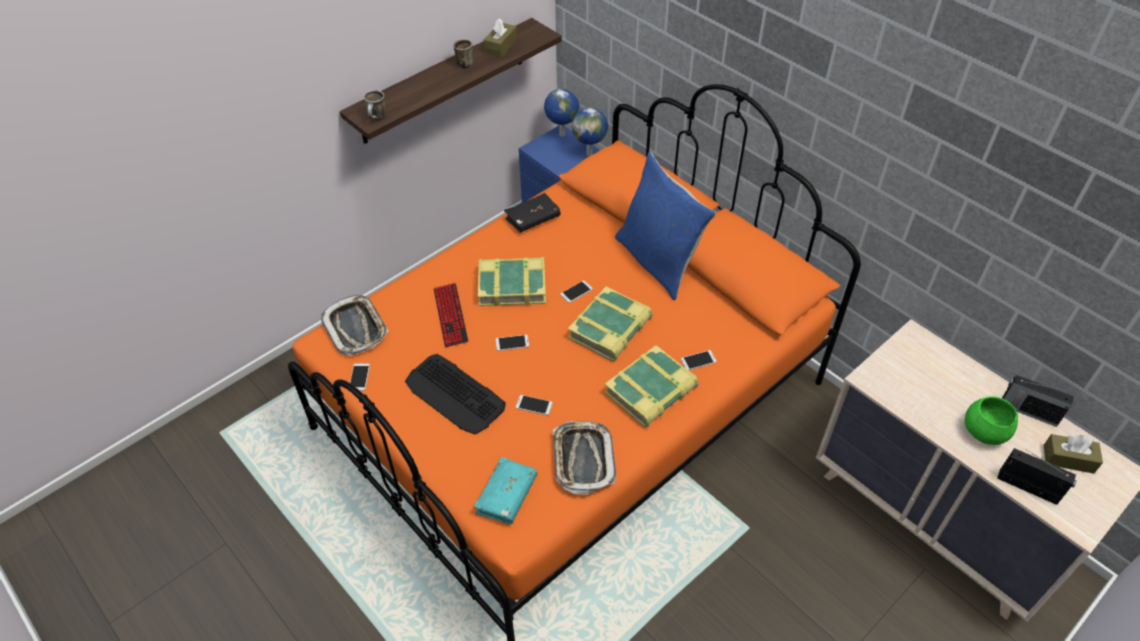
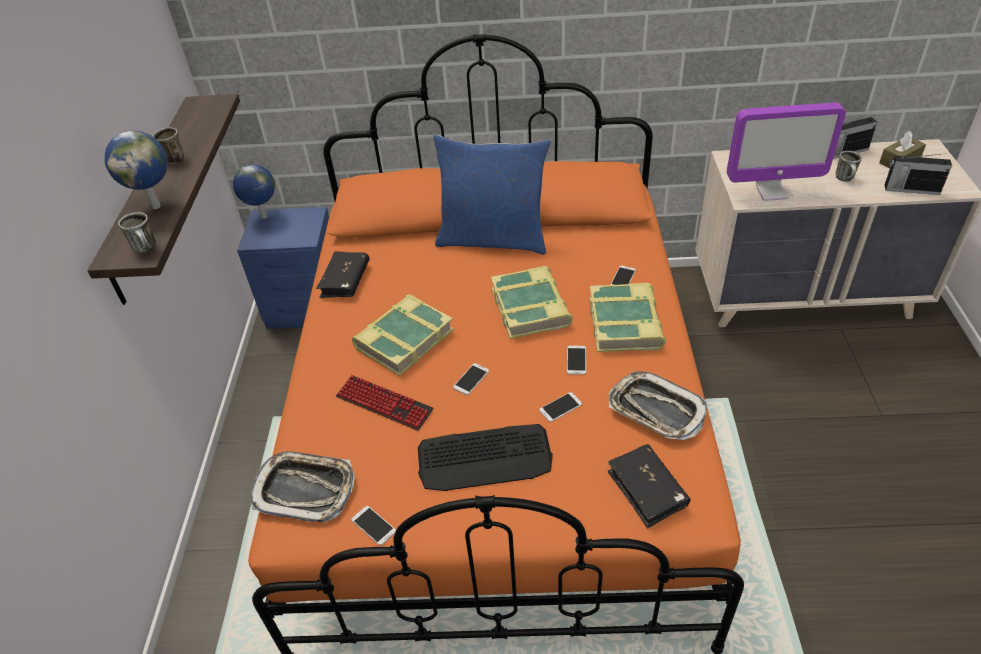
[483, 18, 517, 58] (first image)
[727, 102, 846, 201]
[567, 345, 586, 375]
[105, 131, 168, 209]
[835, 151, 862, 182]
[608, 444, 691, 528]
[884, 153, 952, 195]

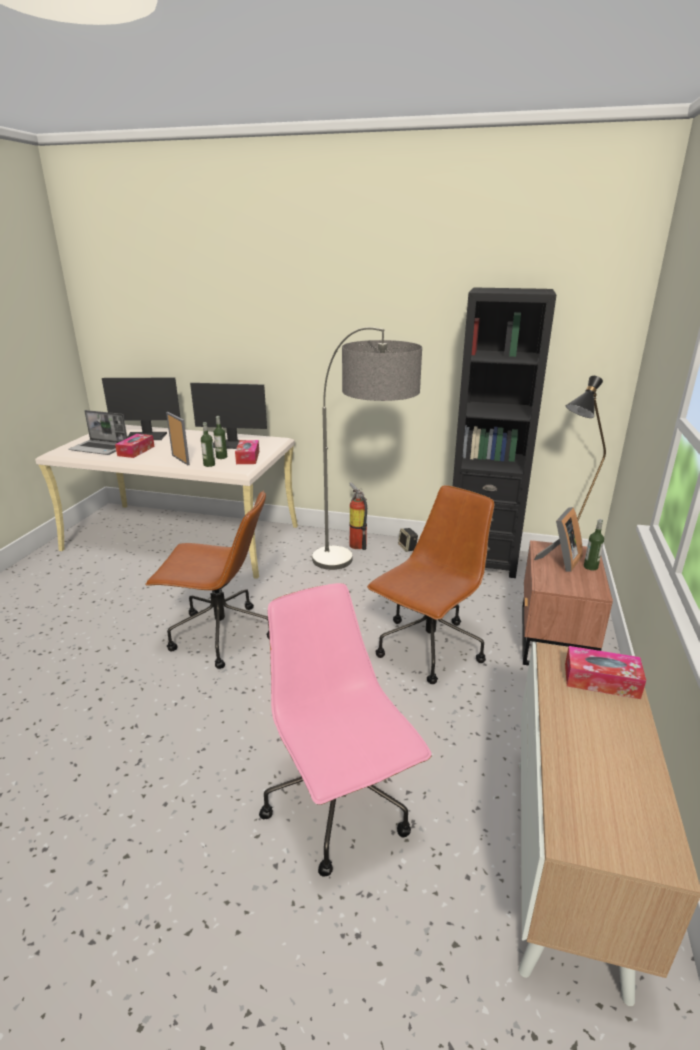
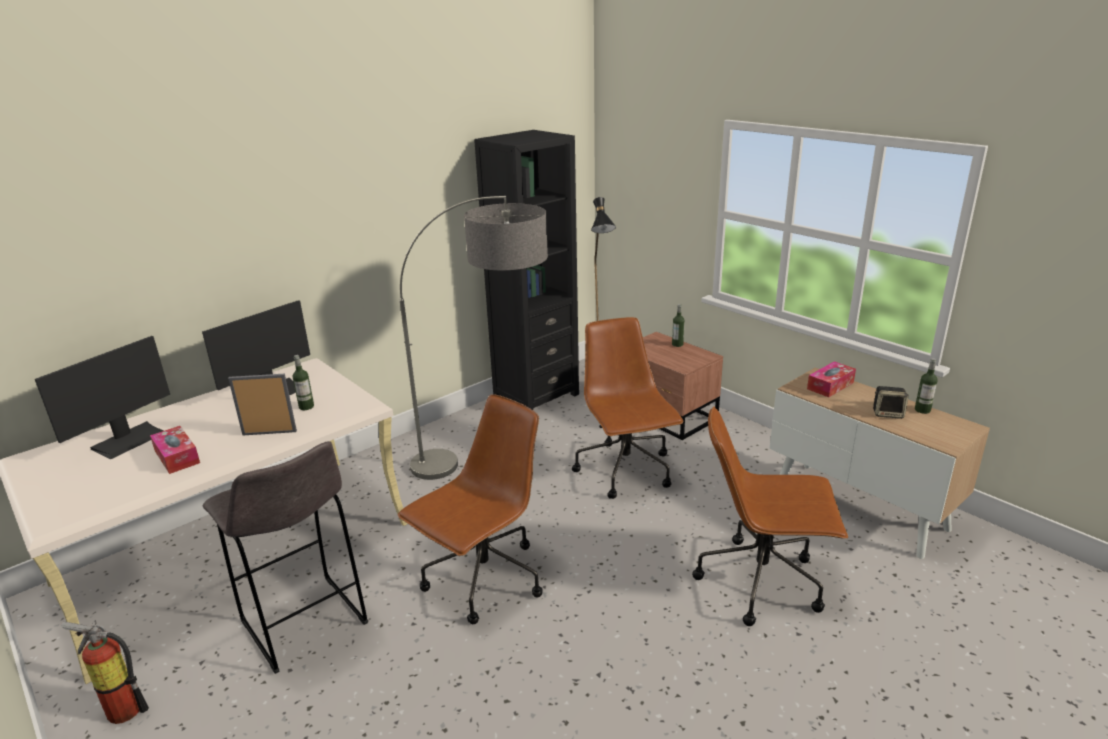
[68, 410, 127, 455] (first image)
[235, 440, 259, 464] (first image)
[534, 507, 583, 572] (first image)
[203, 441, 368, 674]
[915, 358, 938, 414]
[61, 621, 149, 724]
[873, 386, 909, 419]
[692, 407, 848, 626]

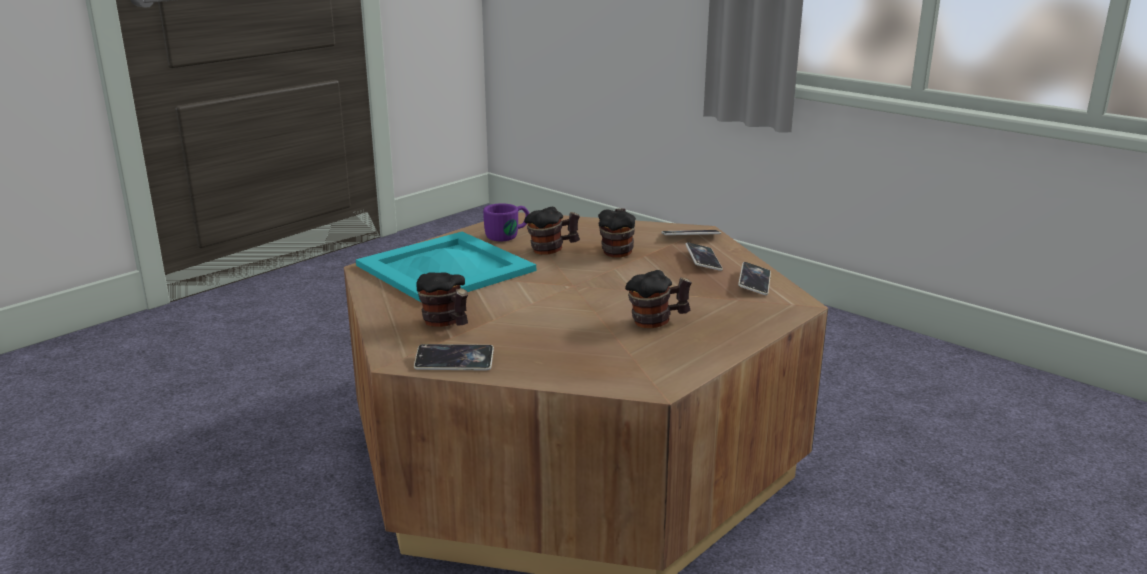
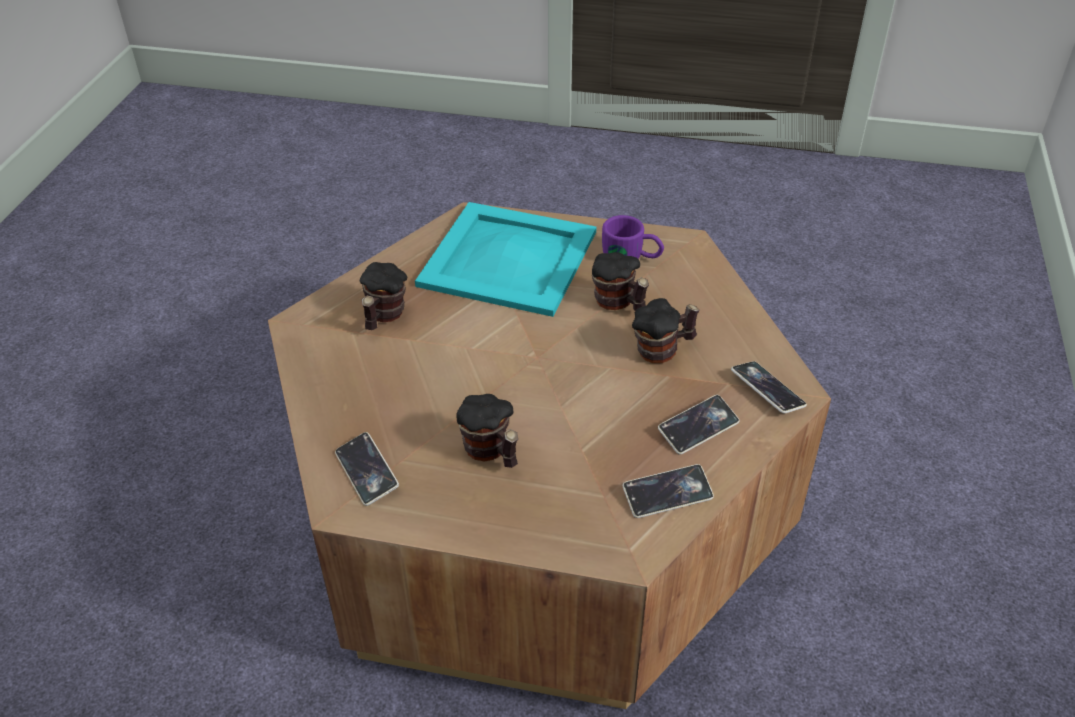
[335, 432, 399, 506]

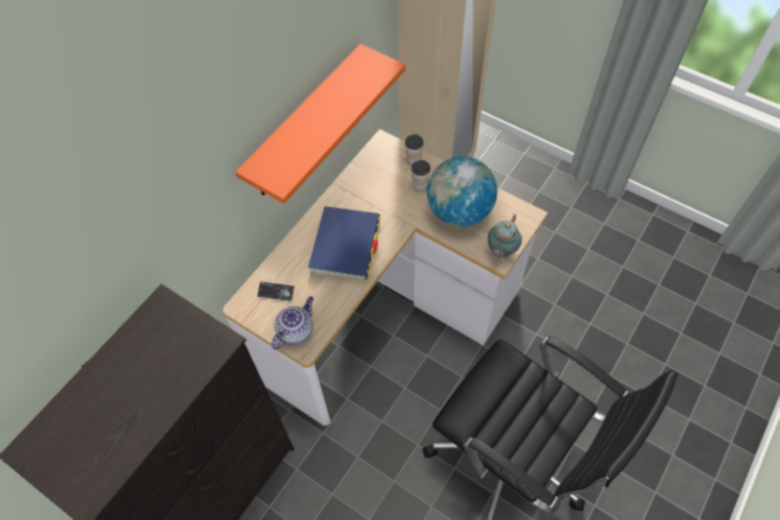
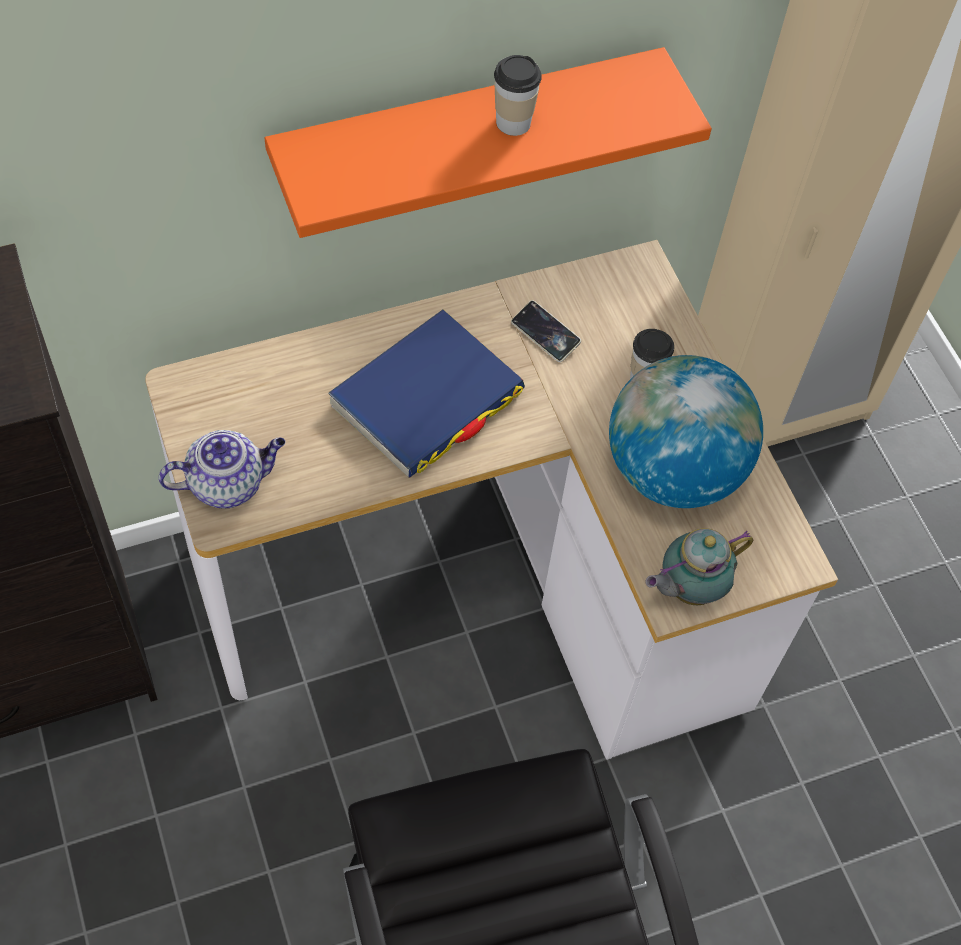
[511, 300, 581, 362]
[494, 55, 542, 136]

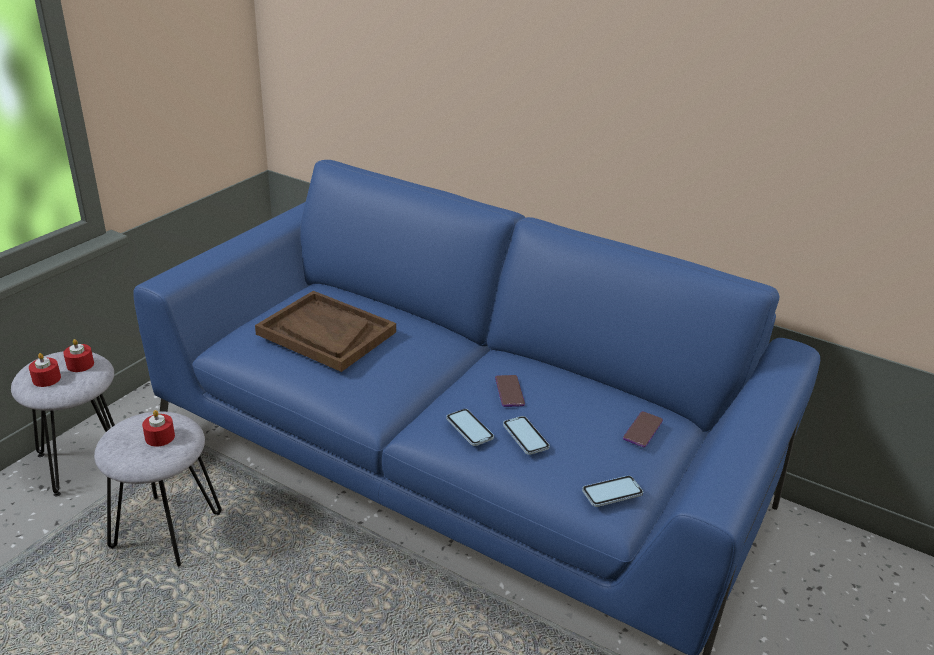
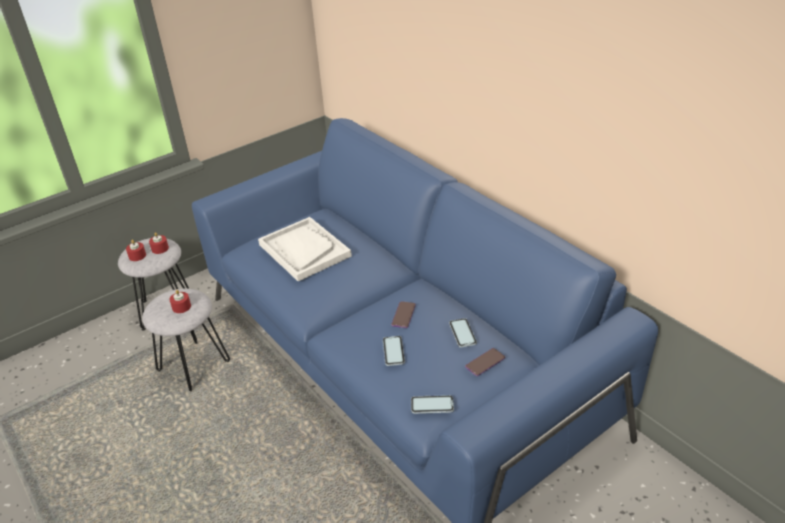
[449, 318, 477, 347]
[258, 217, 352, 281]

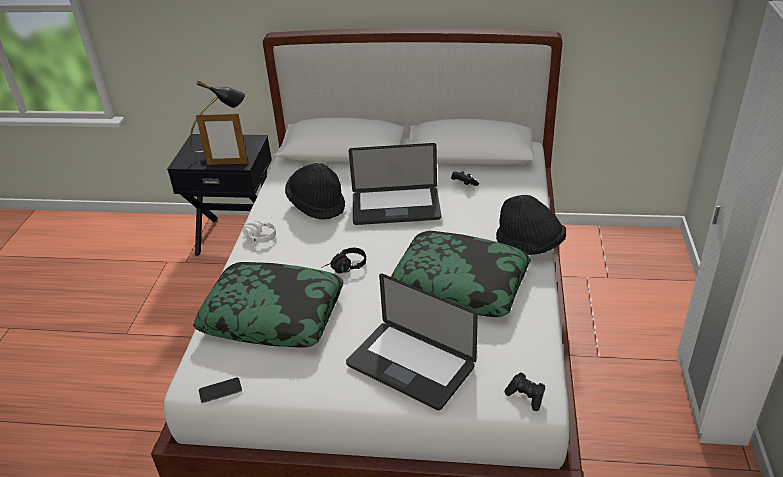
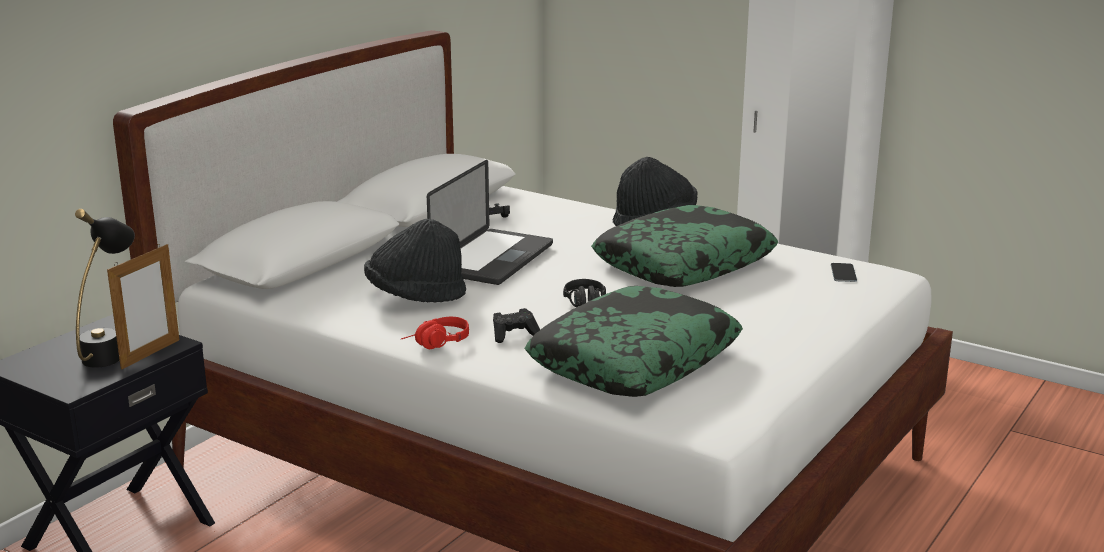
[346, 273, 478, 410] (first image)
[831, 263, 857, 282]
[493, 308, 540, 343]
[401, 317, 469, 349]

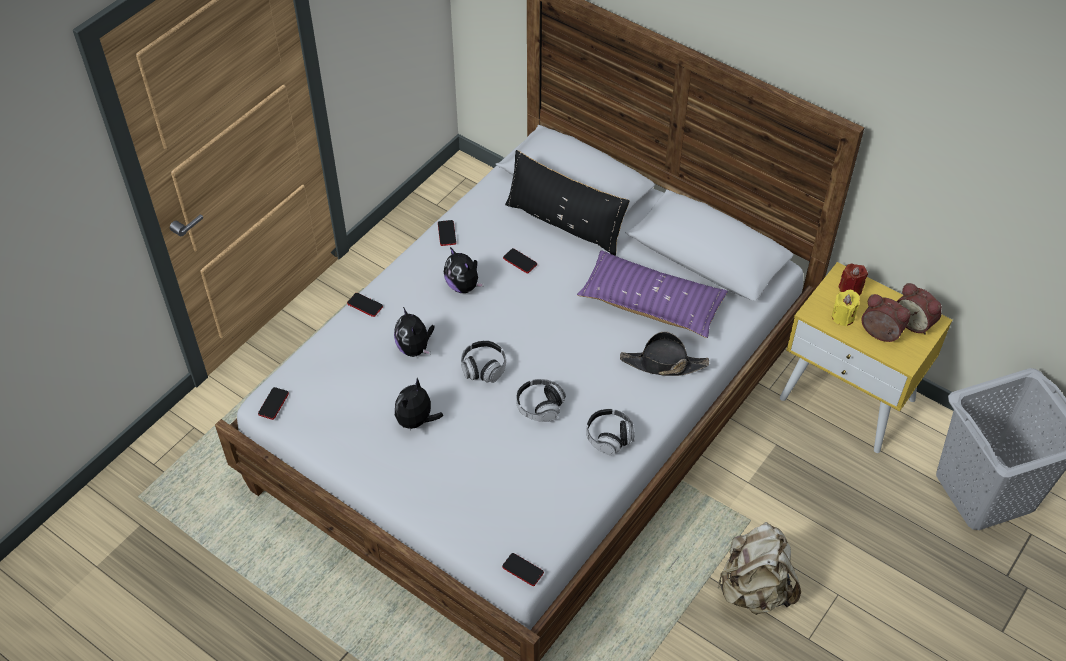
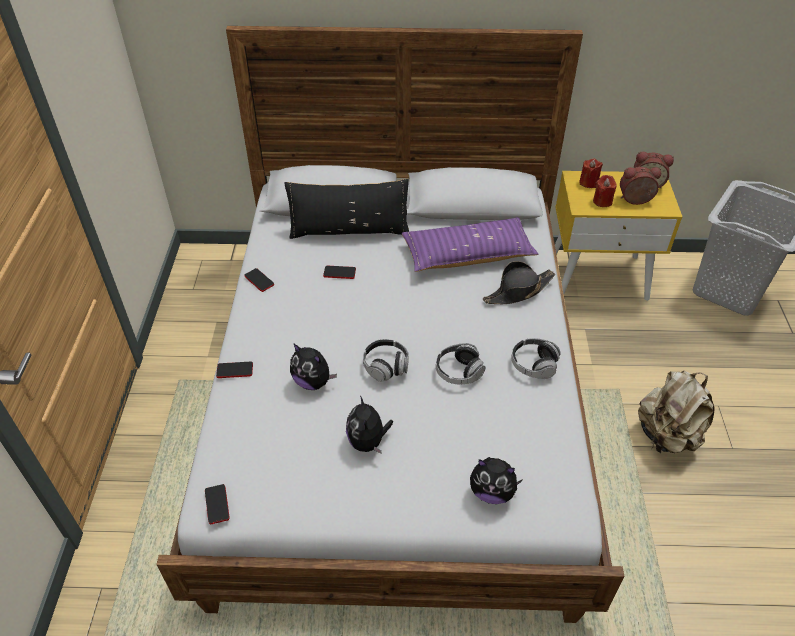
[502, 553, 544, 586] (first image)
[470, 457, 523, 504]
[593, 175, 617, 207]

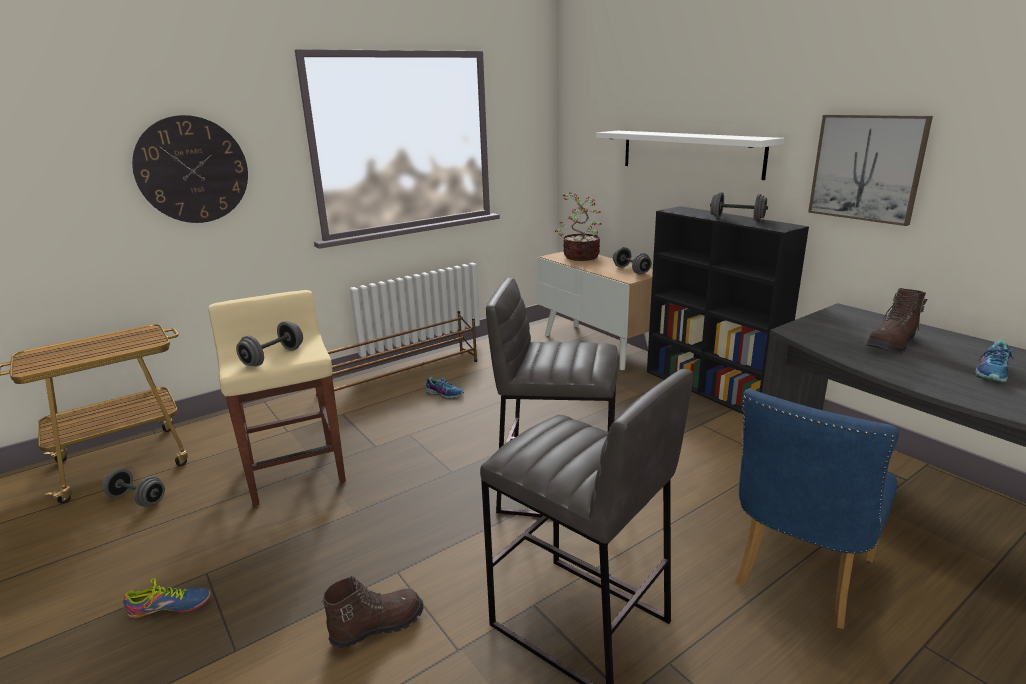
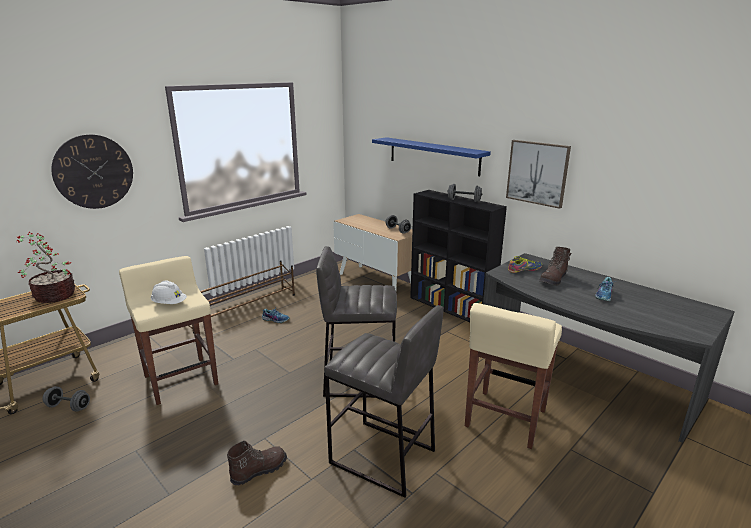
[508, 256, 542, 273]
[16, 231, 75, 303]
[151, 281, 187, 304]
[465, 303, 562, 449]
[372, 137, 491, 176]

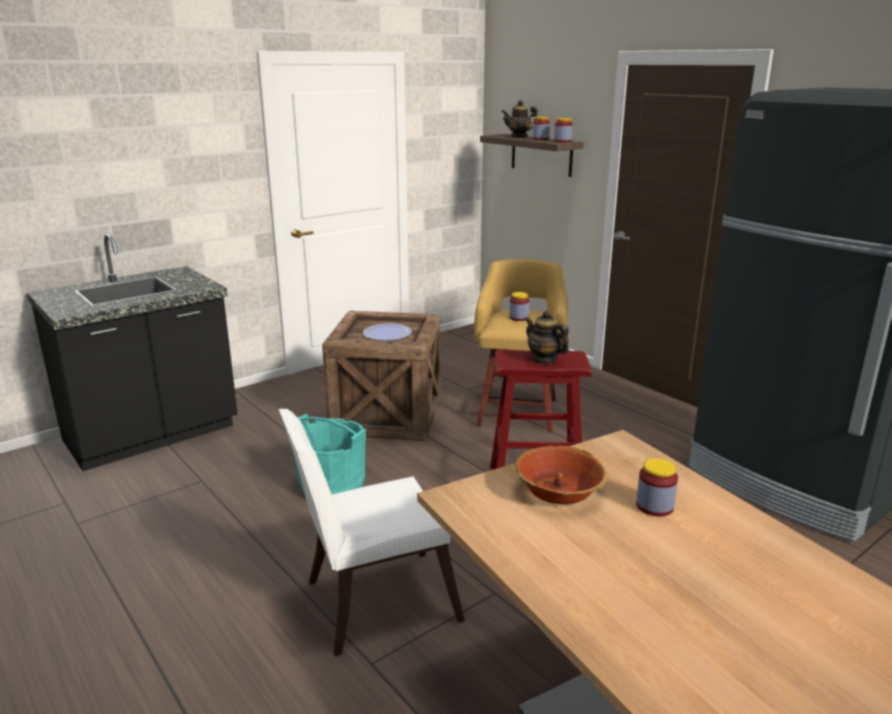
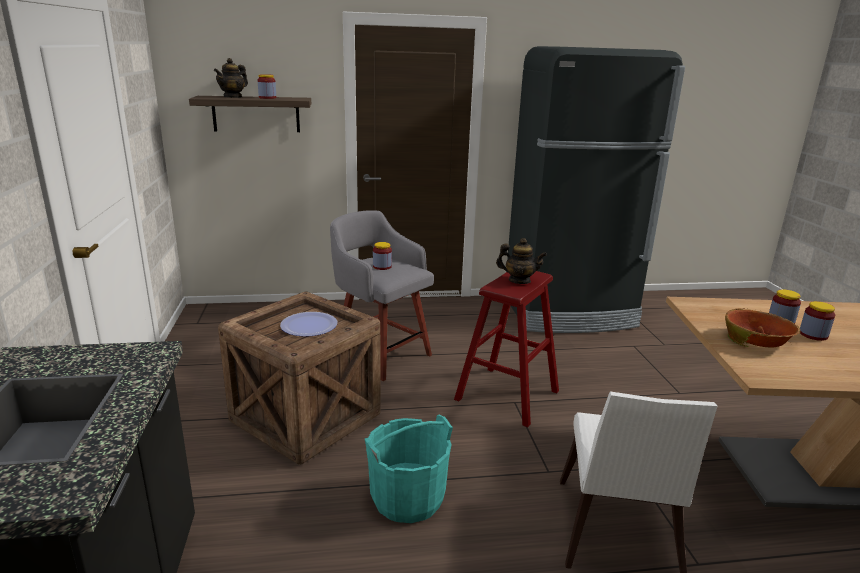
[800, 301, 835, 341]
[330, 210, 434, 381]
[496, 238, 547, 284]

